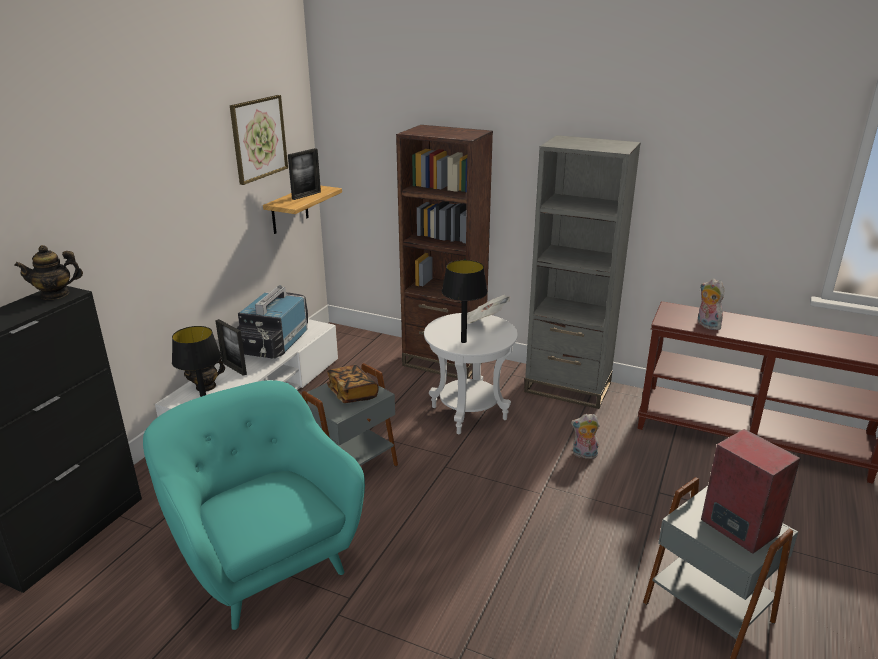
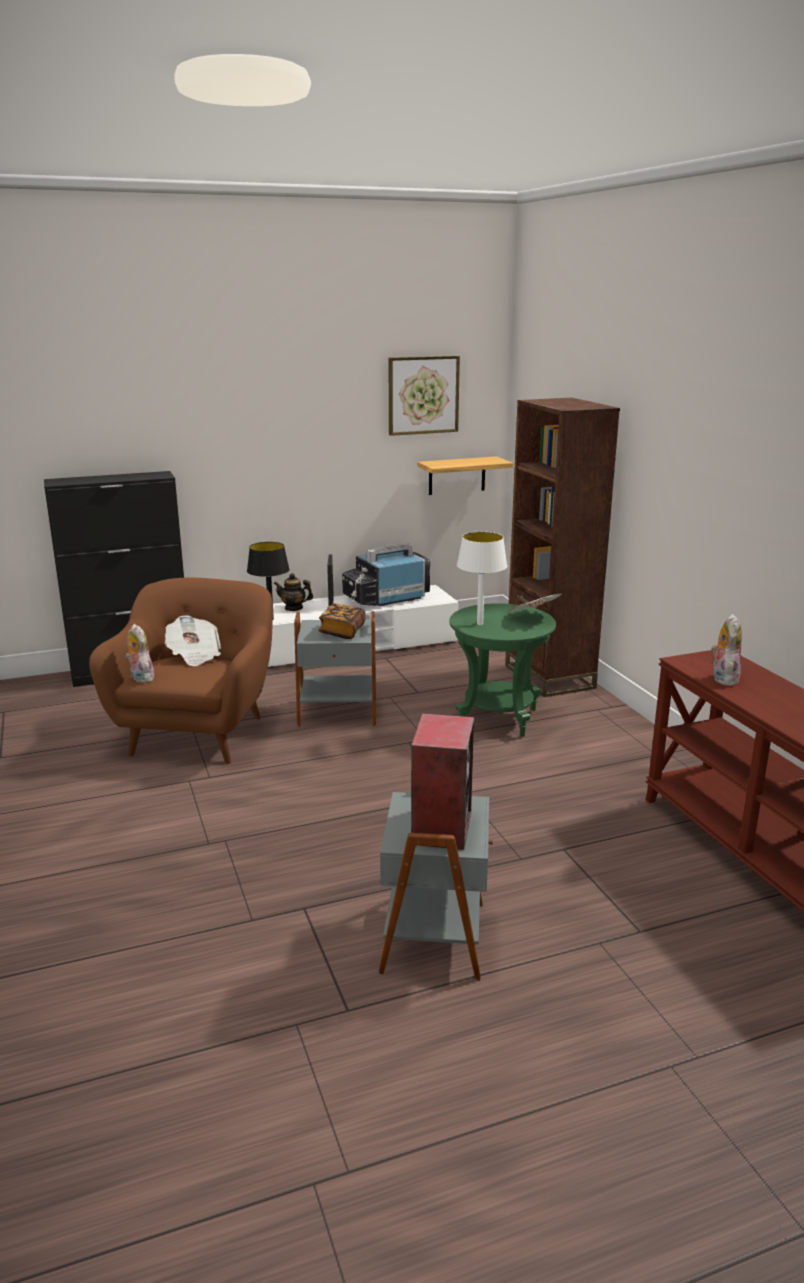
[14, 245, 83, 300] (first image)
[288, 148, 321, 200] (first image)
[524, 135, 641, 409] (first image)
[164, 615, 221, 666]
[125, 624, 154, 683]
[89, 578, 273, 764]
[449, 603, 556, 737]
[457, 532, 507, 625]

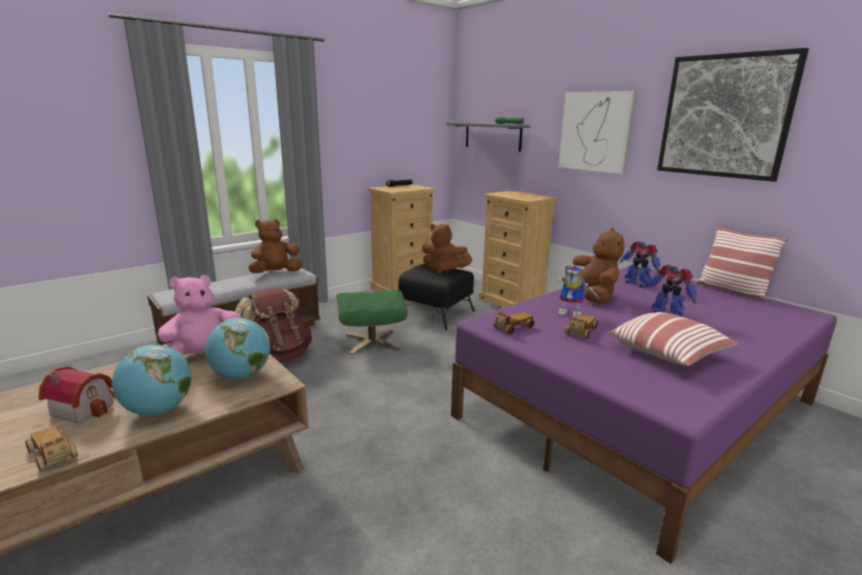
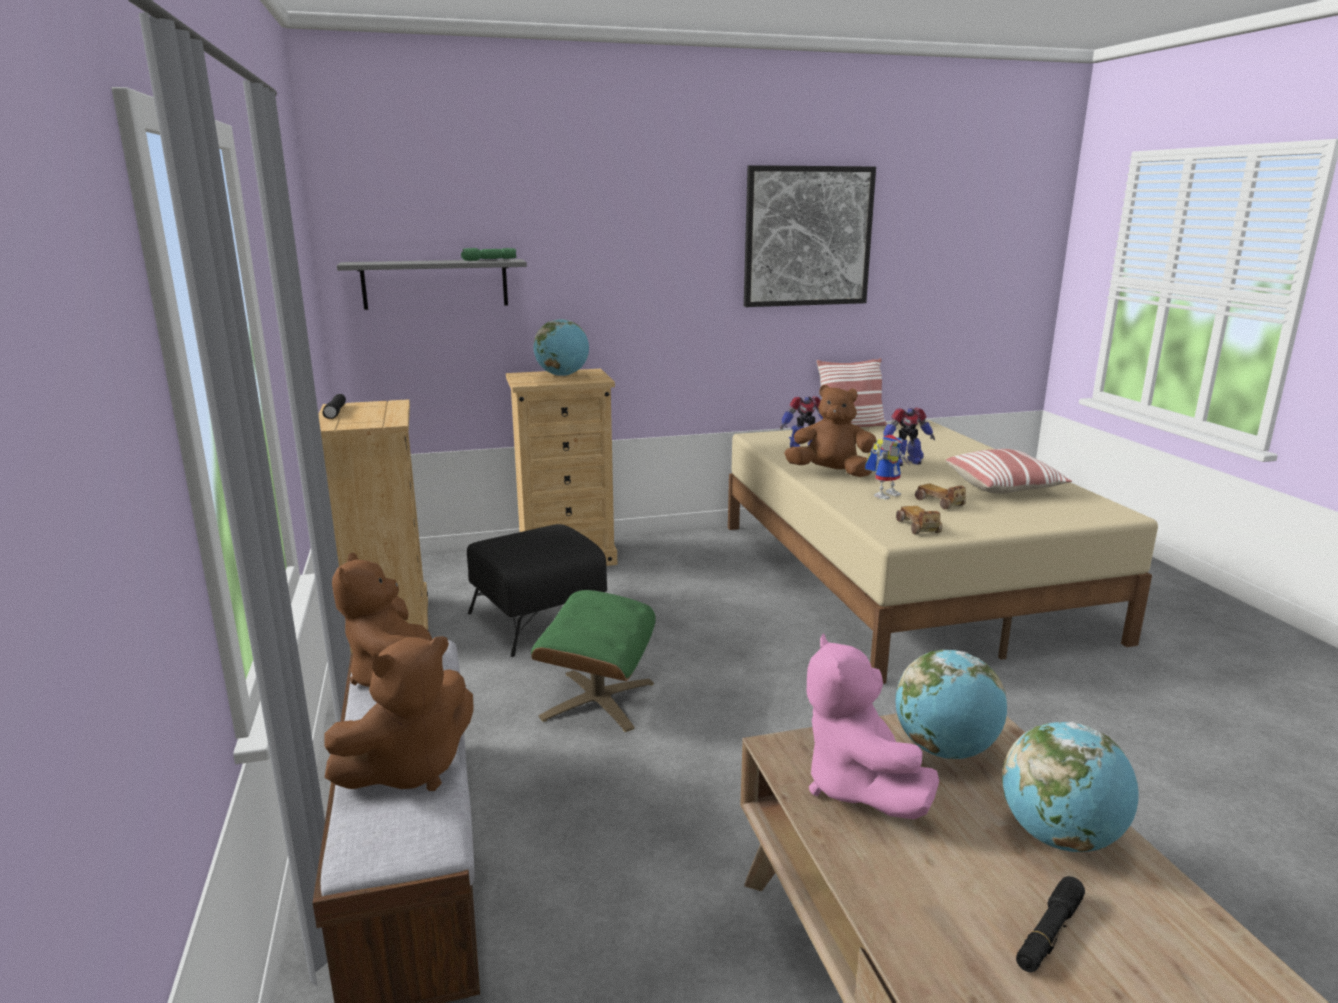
[25, 426, 78, 471] (first image)
[235, 287, 312, 363] (first image)
[558, 91, 637, 174] (first image)
[534, 319, 589, 376]
[325, 636, 474, 791]
[1016, 876, 1085, 973]
[728, 420, 1158, 684]

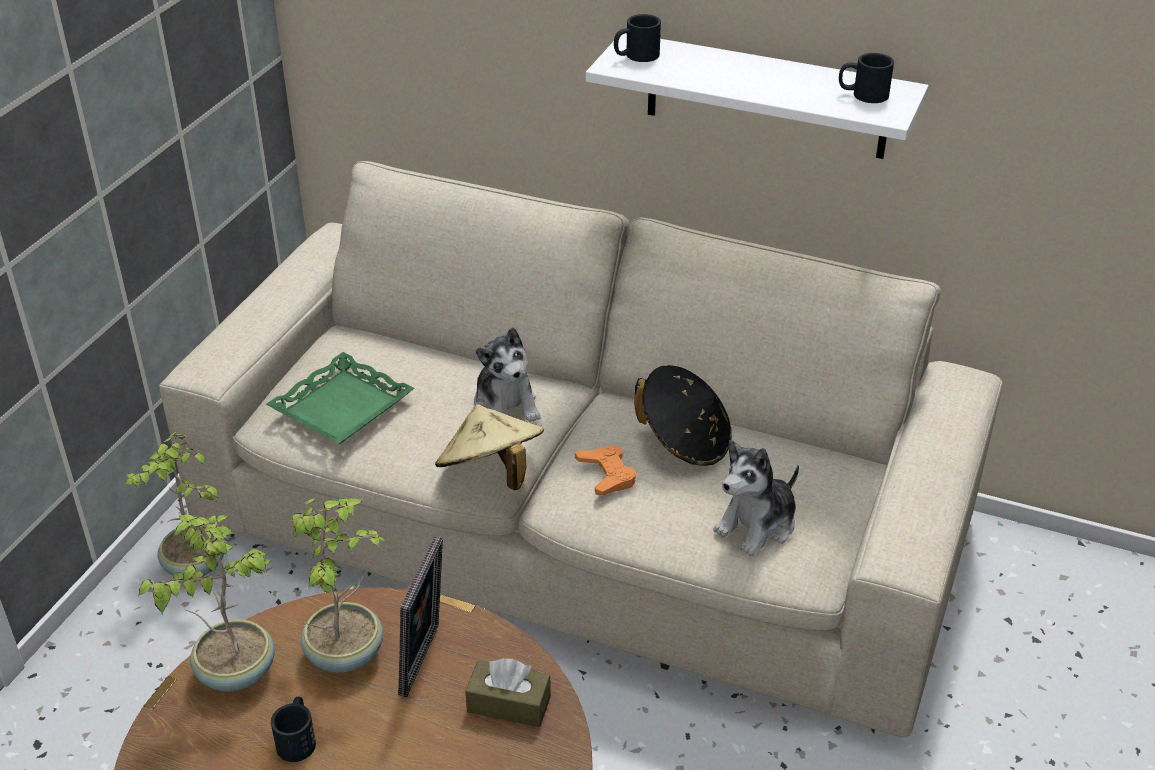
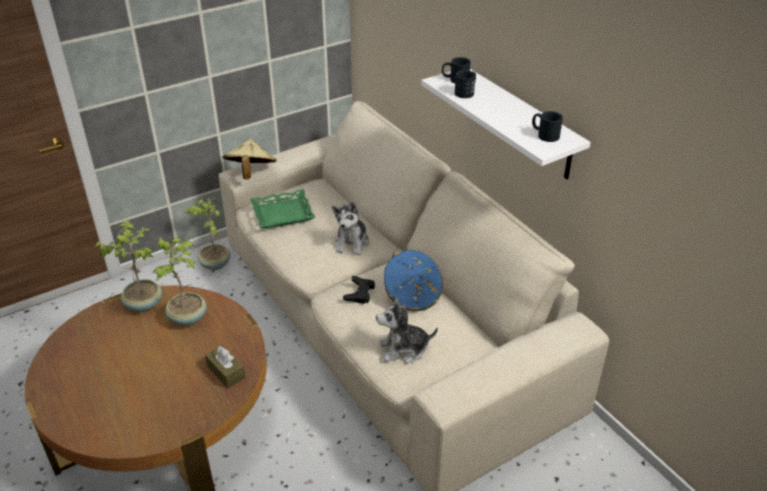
[398, 536, 443, 697] (first image)
[455, 70, 476, 98]
[222, 139, 277, 180]
[343, 276, 375, 304]
[384, 250, 443, 311]

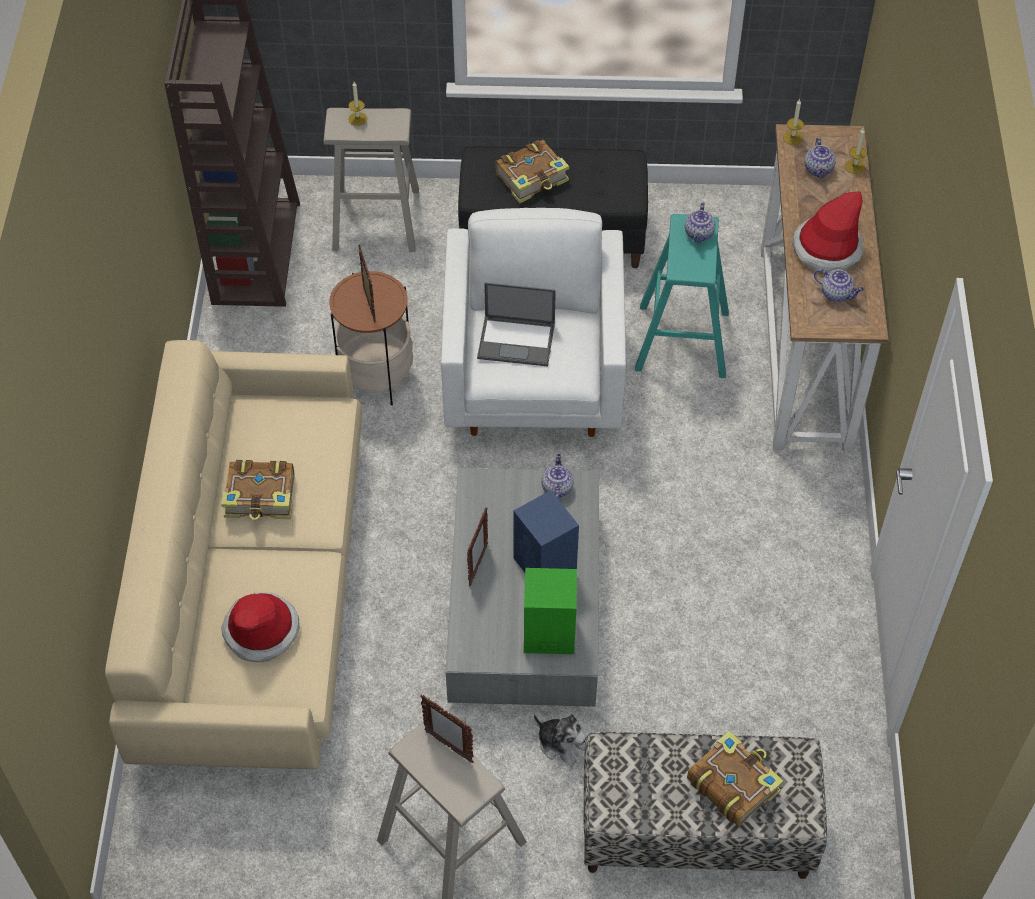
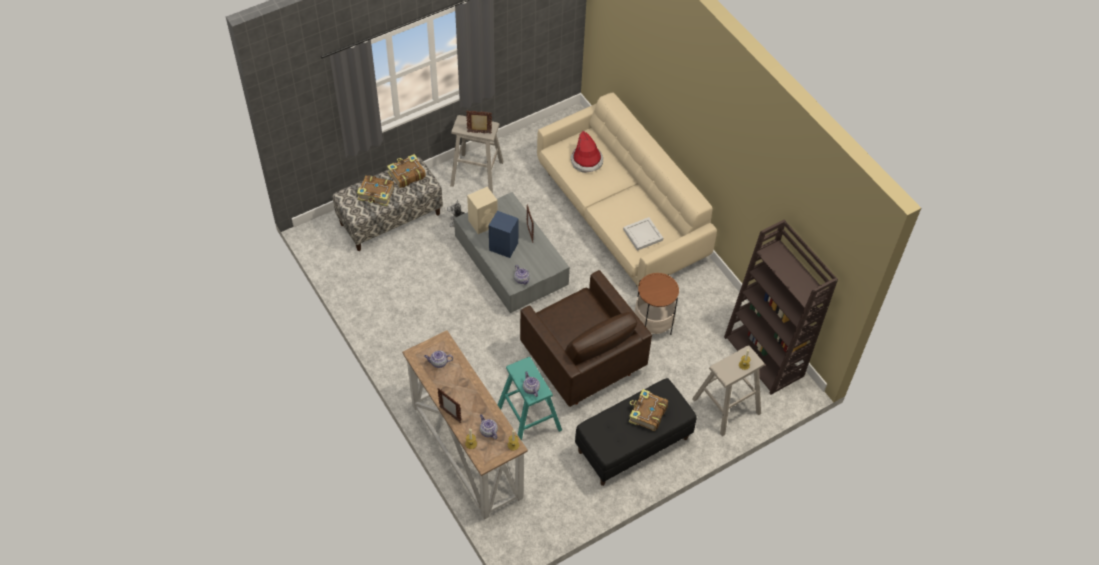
[477, 283, 556, 367] (first image)
[792, 191, 863, 273] (first image)
[623, 217, 663, 251]
[387, 154, 426, 188]
[437, 388, 461, 423]
[520, 270, 652, 407]
[467, 187, 498, 234]

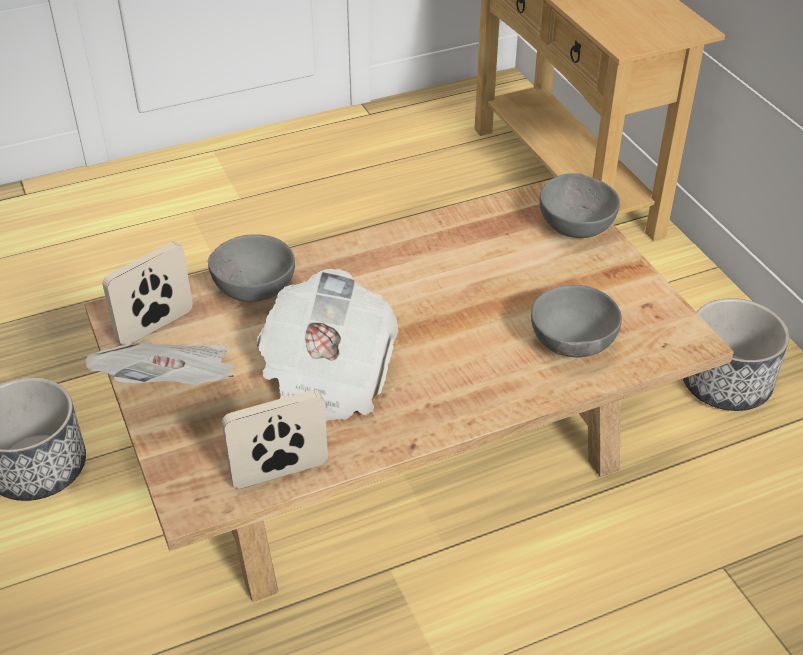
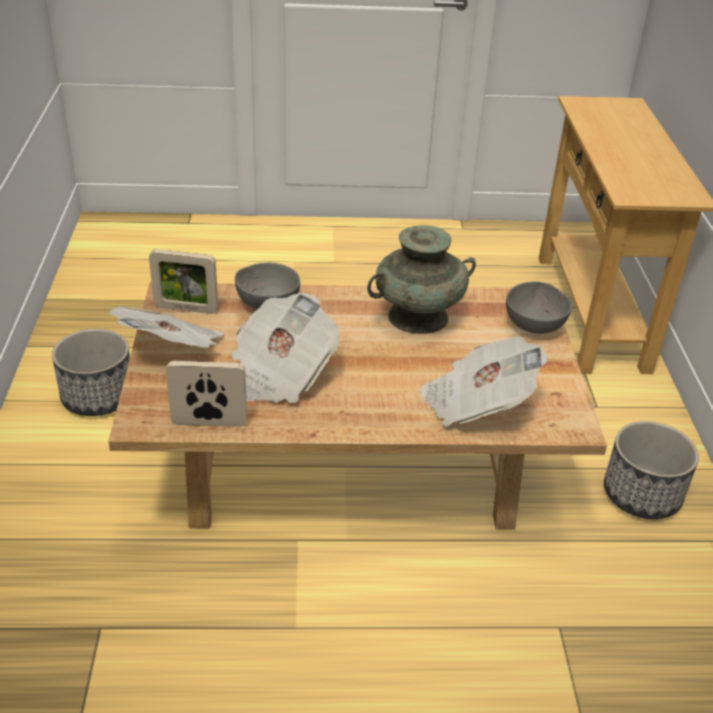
[367, 225, 476, 334]
[420, 336, 548, 426]
[149, 249, 218, 314]

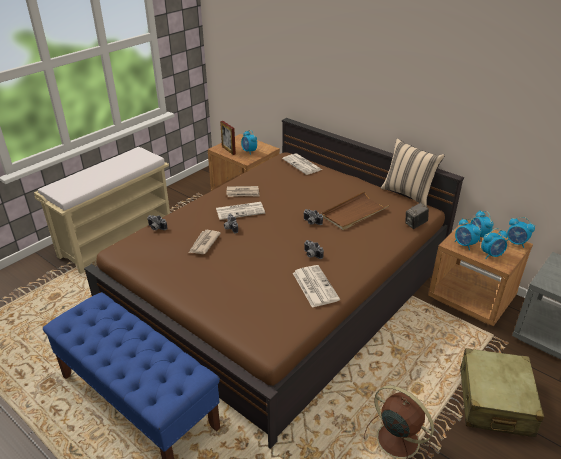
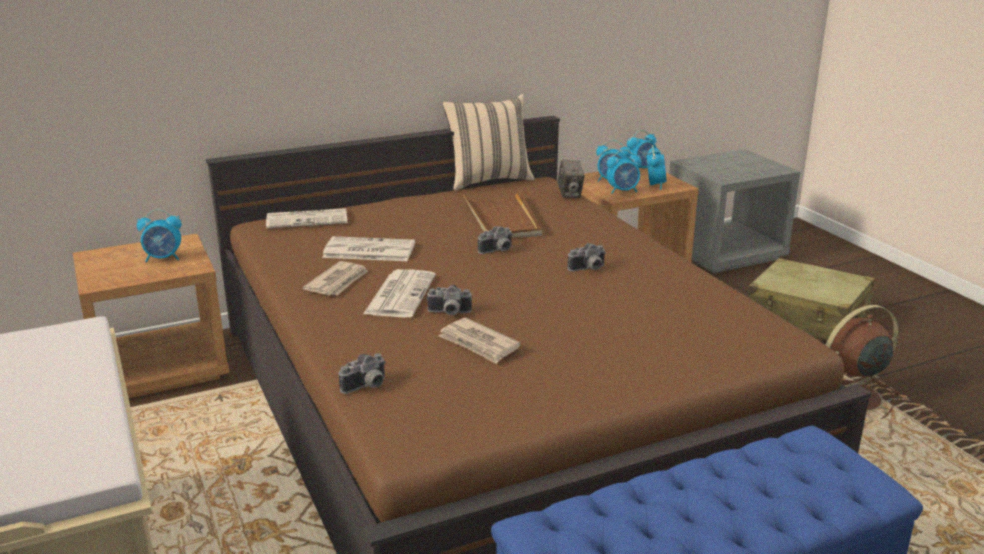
[220, 121, 236, 155] (first image)
[322, 236, 415, 261]

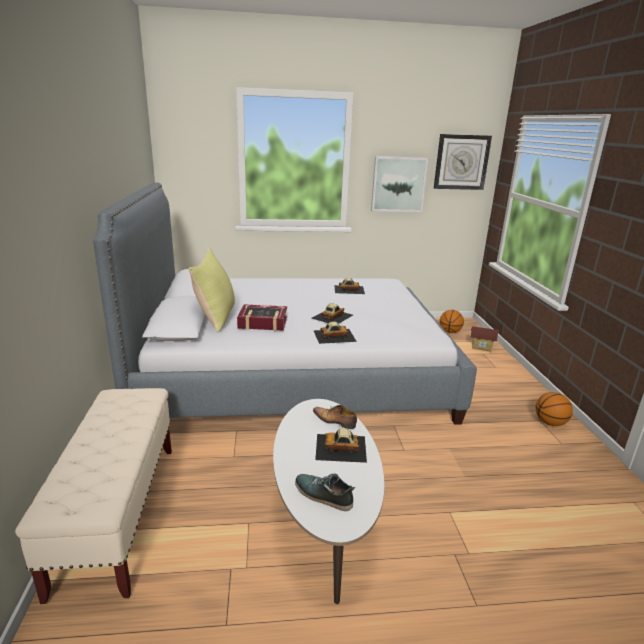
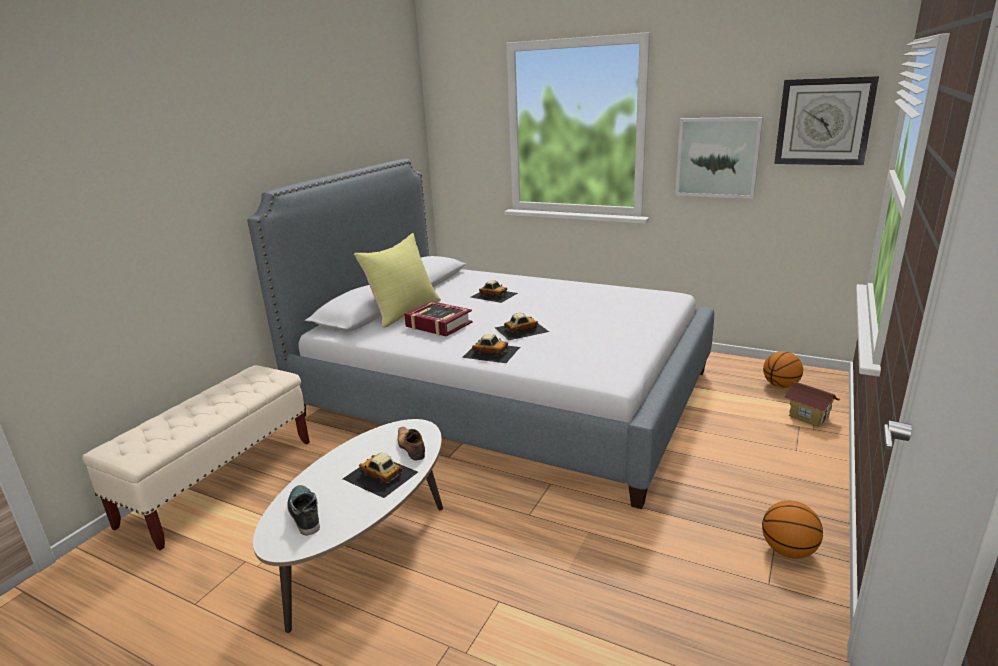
[471, 281, 518, 303]

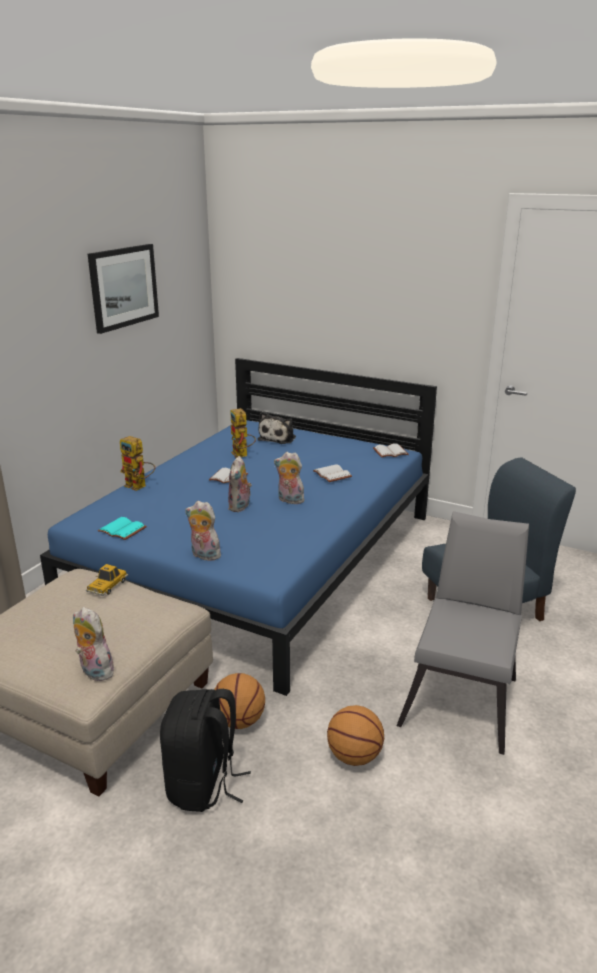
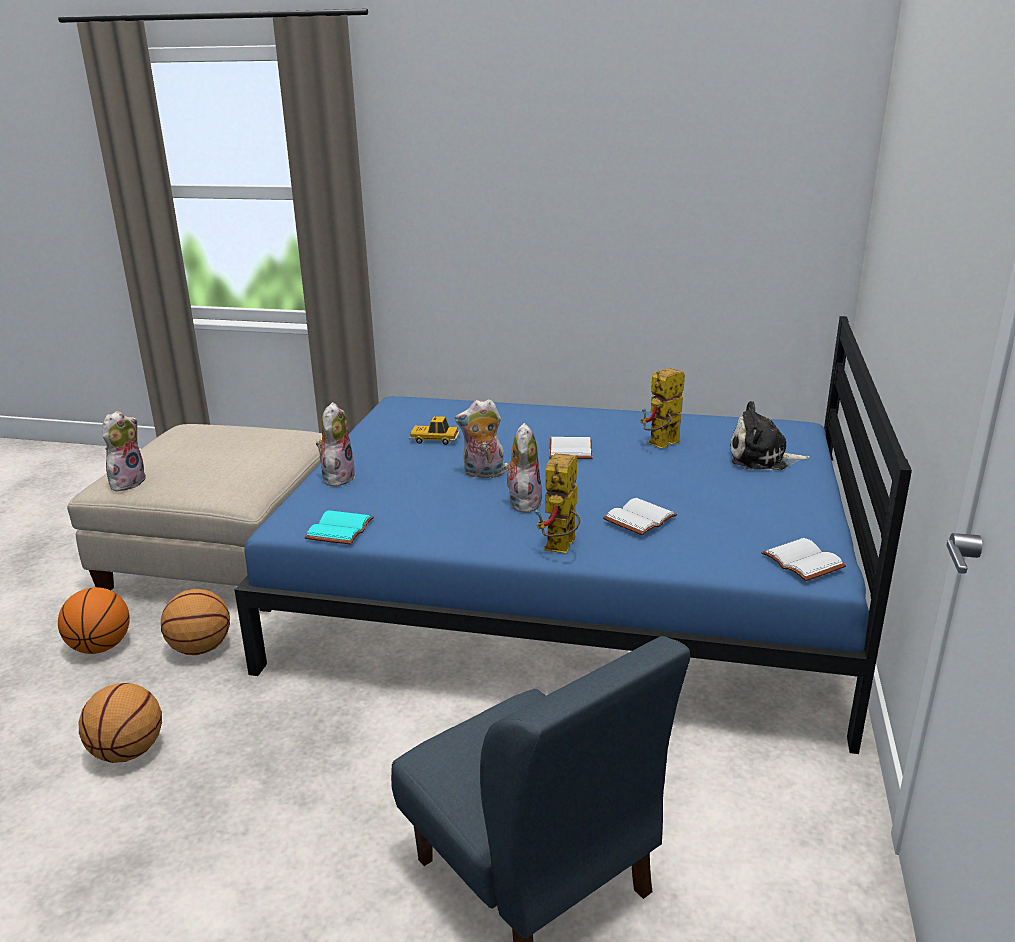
[88, 244, 159, 334] (first image)
[397, 511, 529, 755] (first image)
[409, 416, 460, 445]
[304, 510, 374, 545]
[535, 453, 580, 553]
[58, 587, 130, 654]

